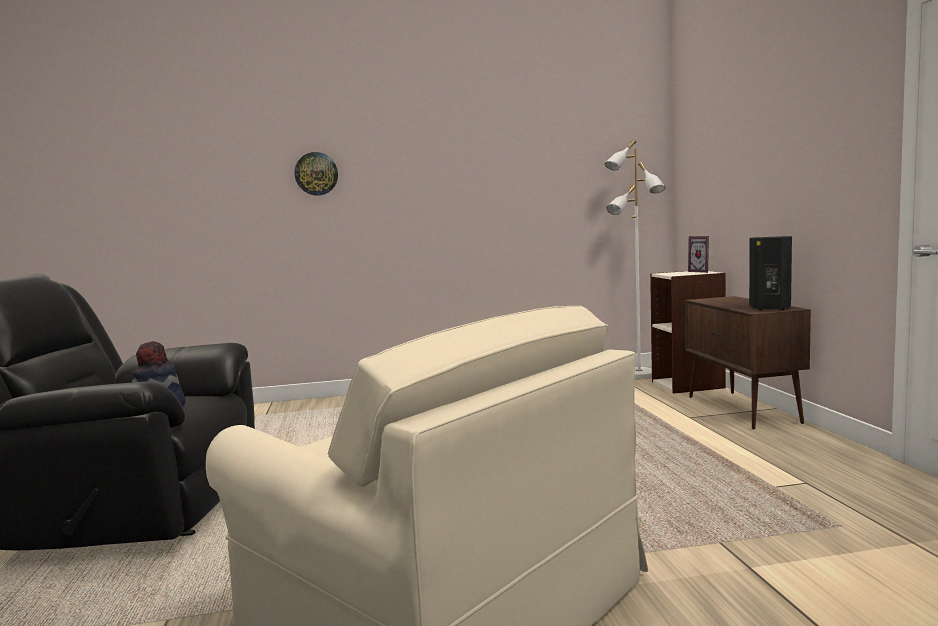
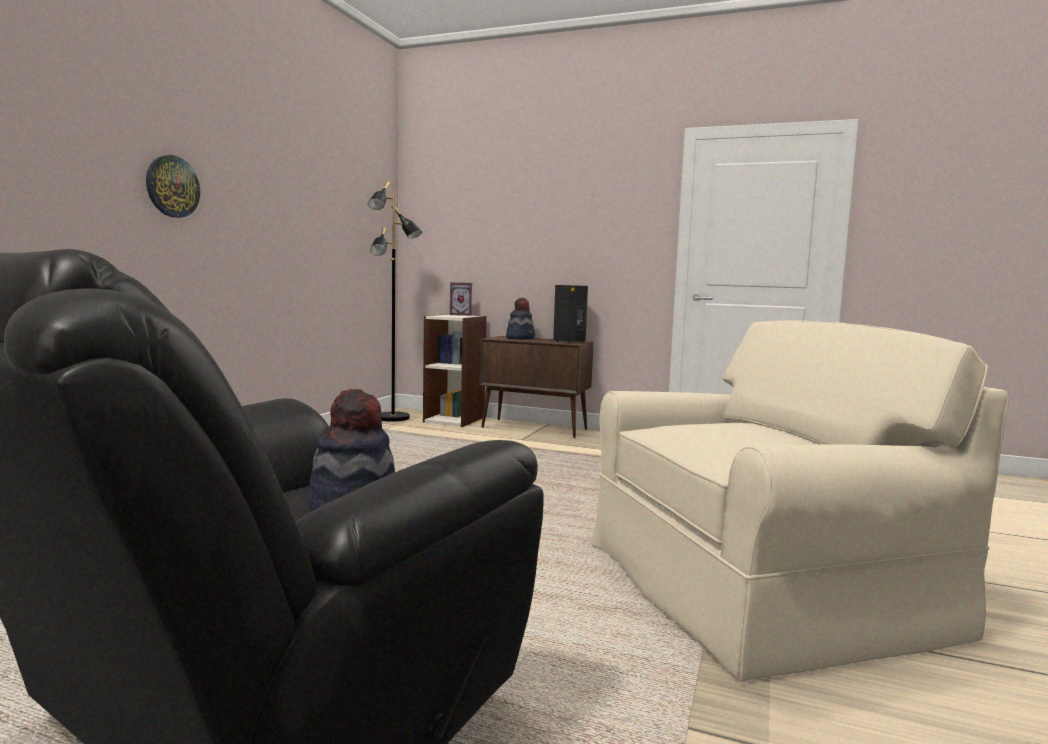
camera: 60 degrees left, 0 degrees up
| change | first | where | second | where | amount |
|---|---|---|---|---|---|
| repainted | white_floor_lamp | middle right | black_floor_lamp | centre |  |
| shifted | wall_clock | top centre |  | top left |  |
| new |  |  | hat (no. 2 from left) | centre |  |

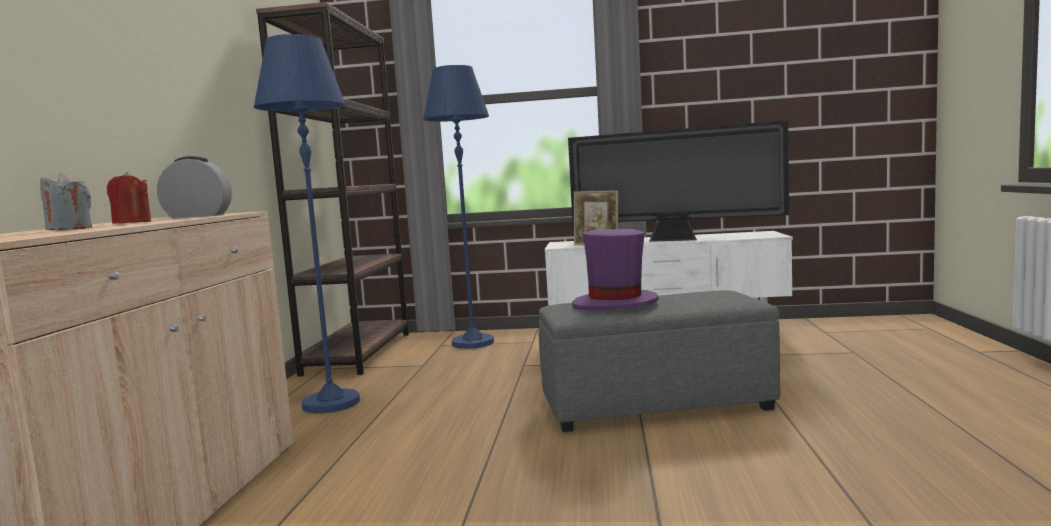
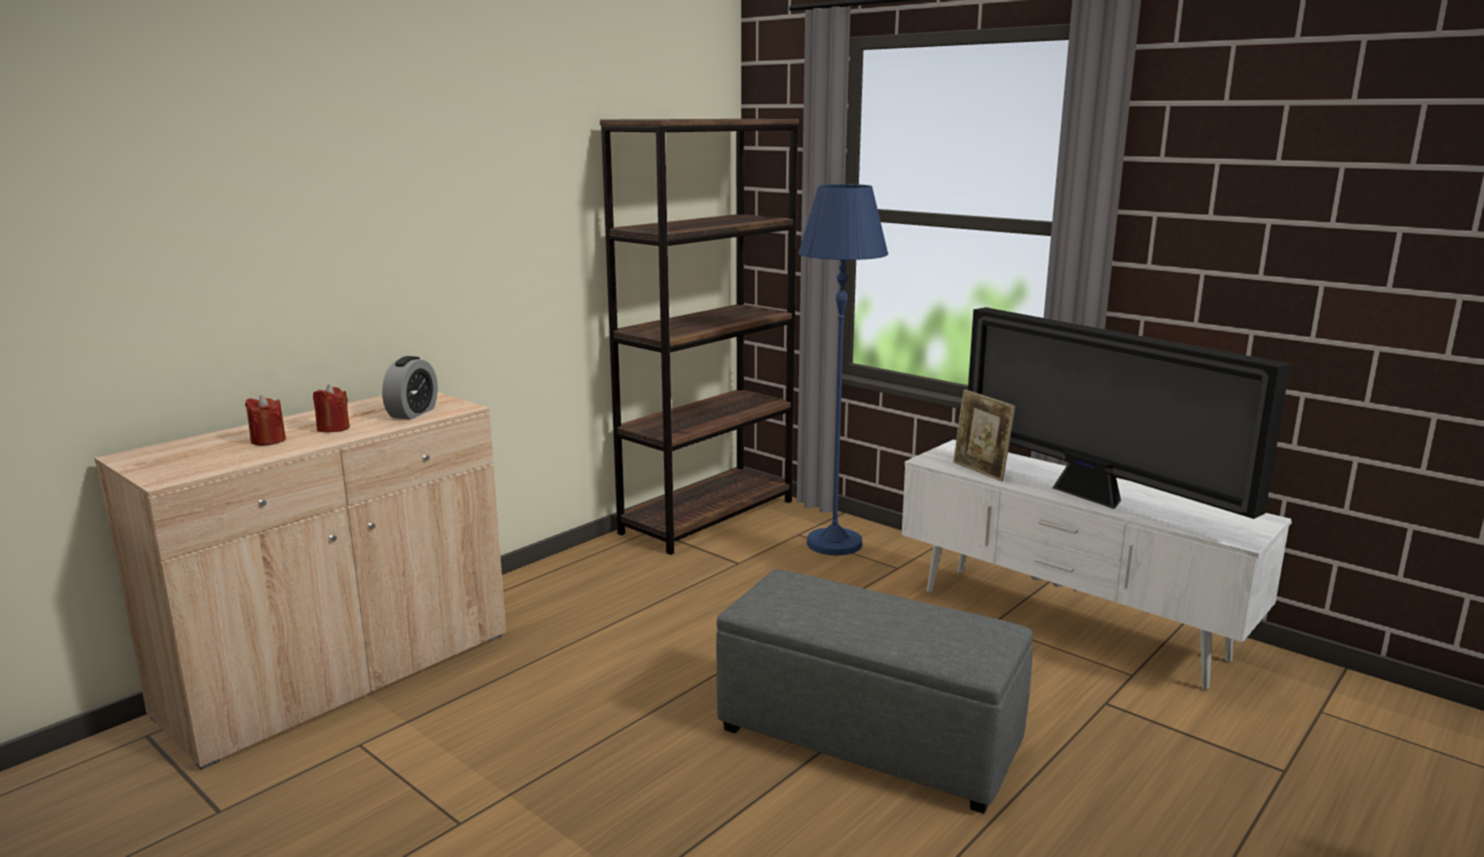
camera: 35 degrees right, 10 degrees up
| change | first | where | second | where | amount |
|---|---|---|---|---|---|
| gone | blue_floor_lamp (no. 1 from left) | middle left |  |  |  |
| rotated | alarm_clock | middle left |  | middle left | 75 degrees clockwise |
| repainted | grey_candle | middle left | red_candle (no. 1 from left) | middle left |  |
| gone | purple_hat | centre |  |  |  |

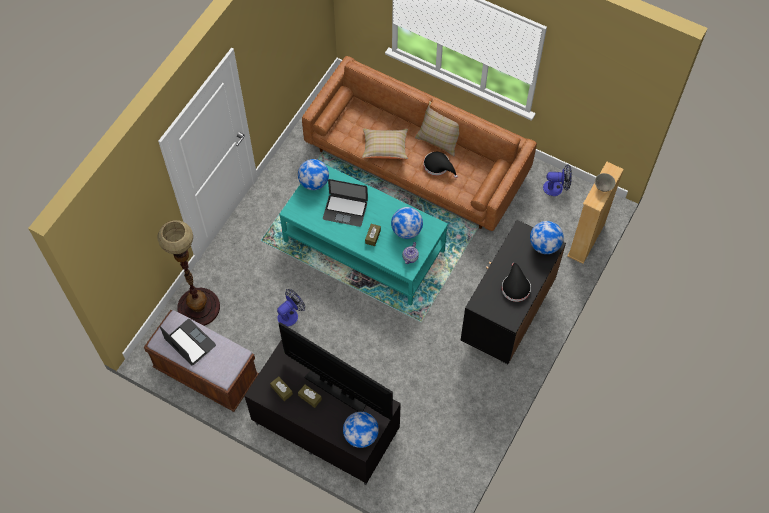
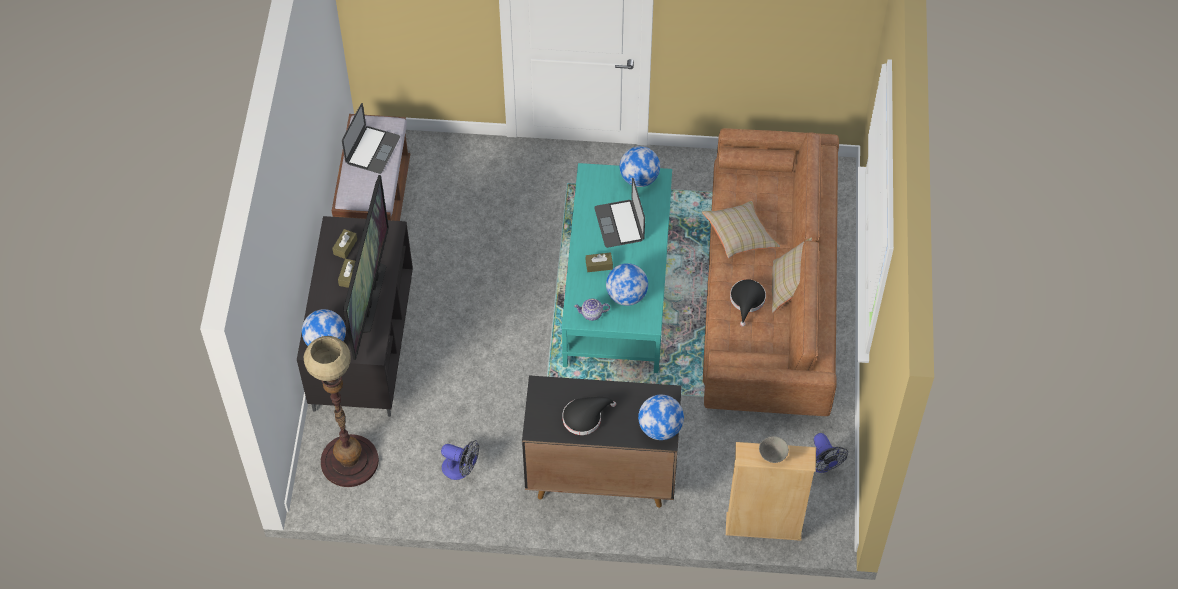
camera: 65 degrees right, 5 degrees down
| change | first | where | second | where | amount |
|---|---|---|---|---|---|
| shifted | floor_lamp | middle left |  | bottom left |  |
| shifted | fan (no. 1 from left) | centre |  | bottom centre |  |

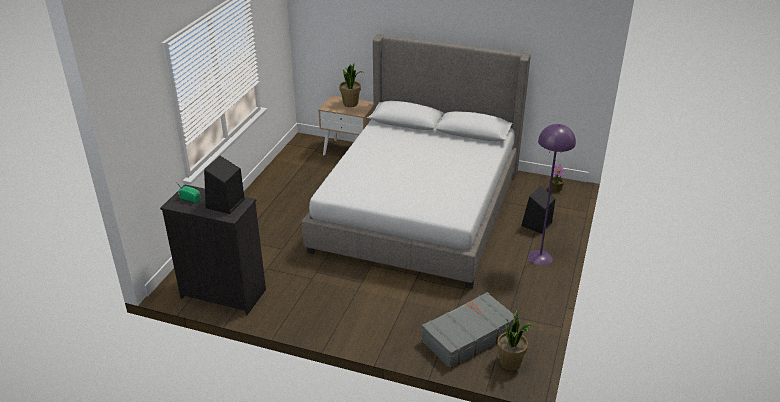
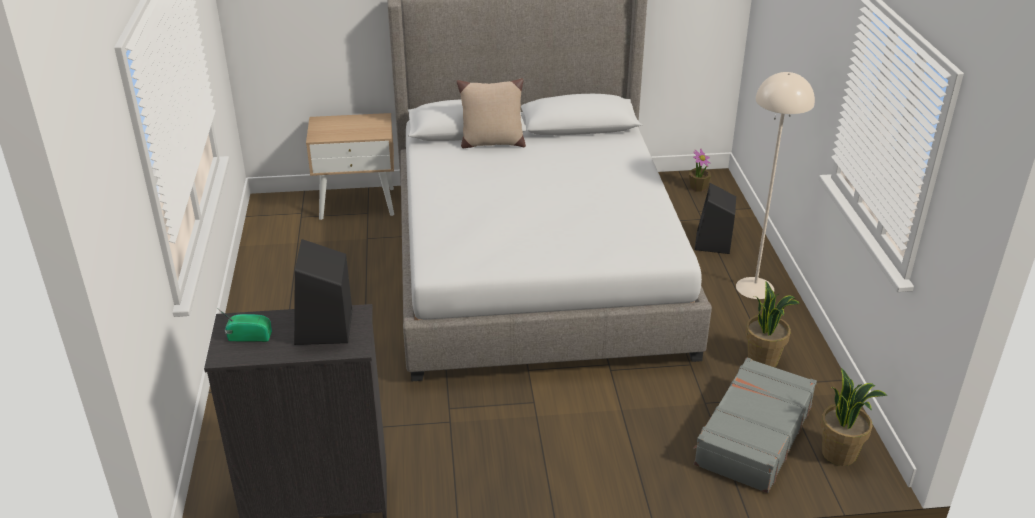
camera: 25 degrees left, 0 degrees up
| change | first | where | second | where | amount |
|---|---|---|---|---|---|
| shifted | potted_plant (no. 1 from left in the first image) | top centre | potted_plant (no. 2 from left) | middle right |  |
| repainted | purple_floor_lamp | middle right | beige_floor_lamp | middle right |  |
| new |  |  | beige_pillow | top centre |  |

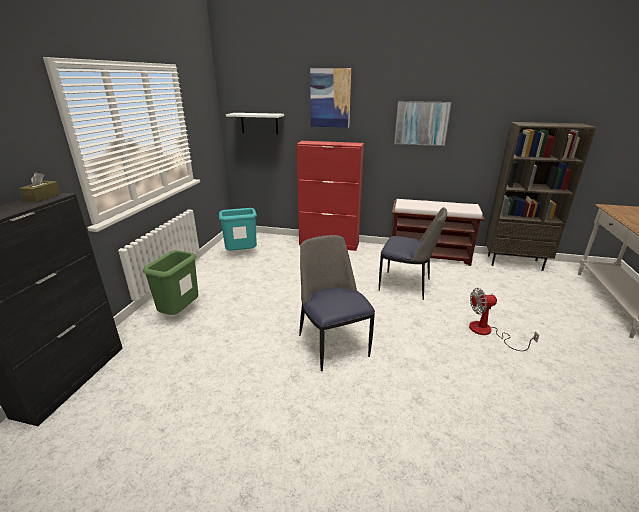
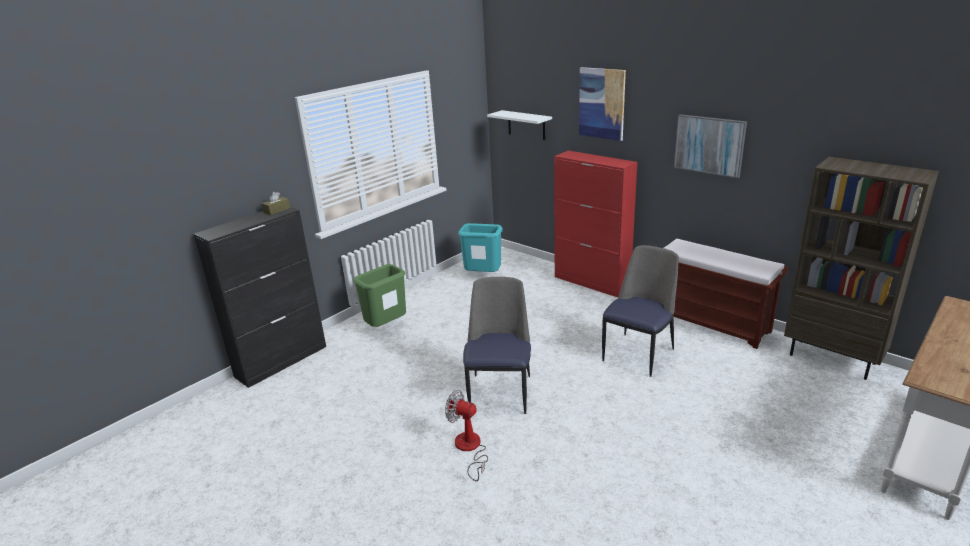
camera: 30 degrees right, 0 degrees up
| change | first | where | second | where | amount |
|---|---|---|---|---|---|
| rotated | chair (no. 2 from left) | centre |  | centre | 105 degrees counterclockwise |
| shifted | fan | middle right |  | bottom centre |  |

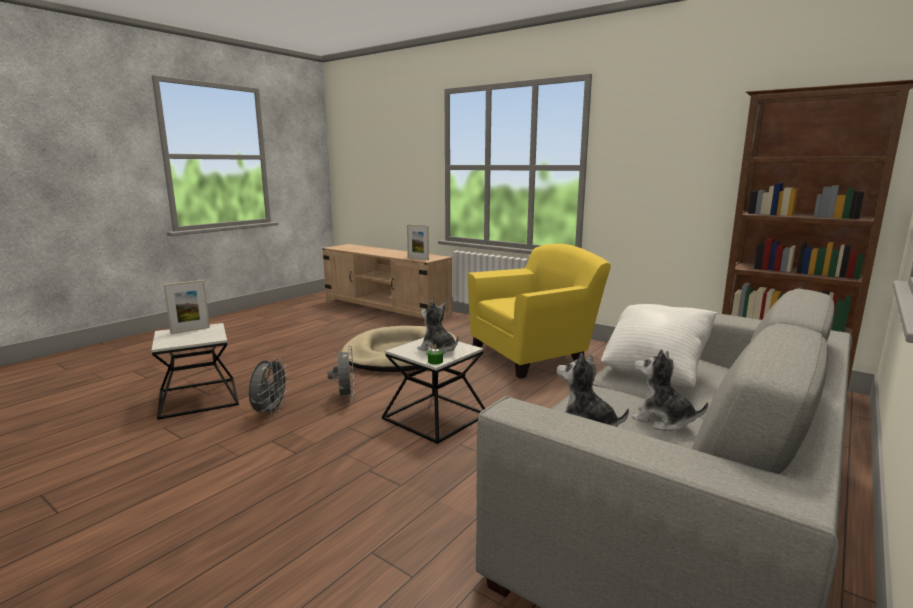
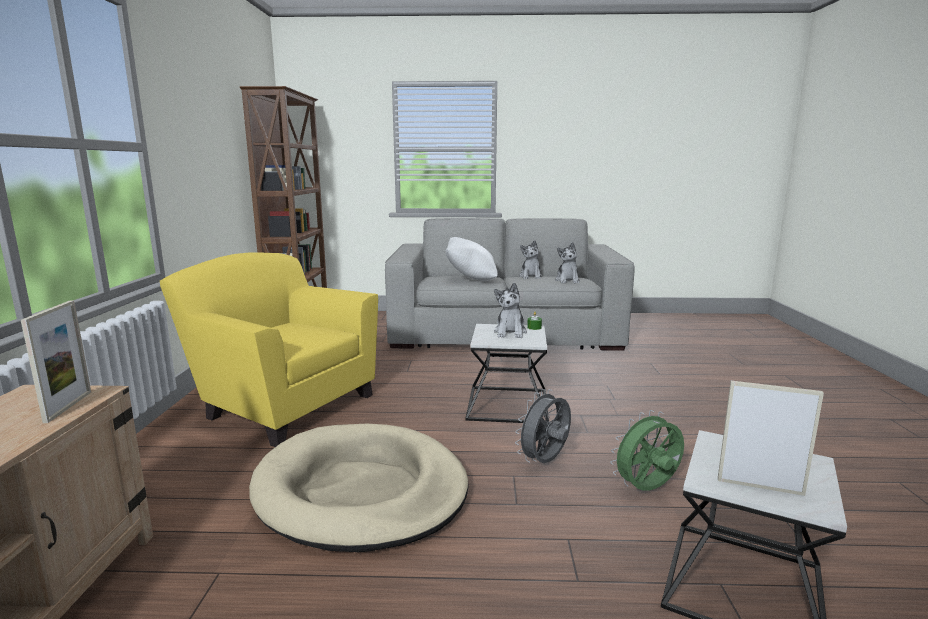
camera: 125 degrees left, 0 degrees up
| change | first | where | second | where | amount |
|---|---|---|---|---|---|
| repainted | grey_fan (no. 1 from left) | middle left | green_fan | bottom right |  |

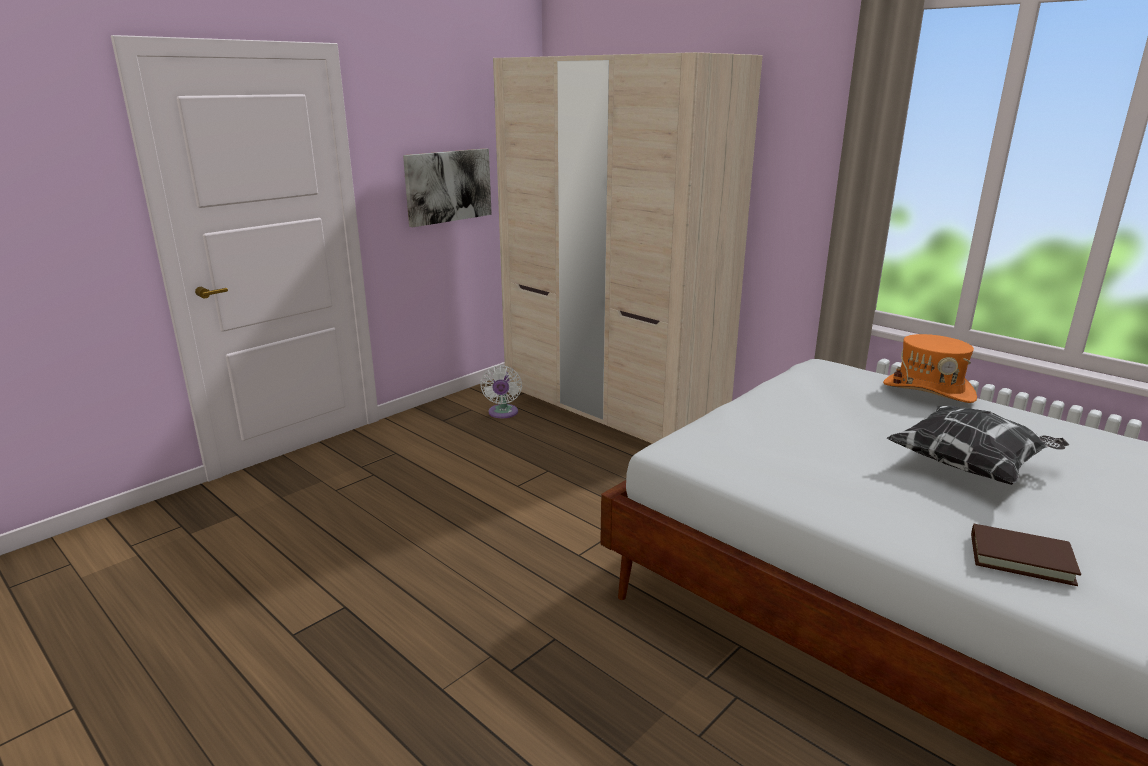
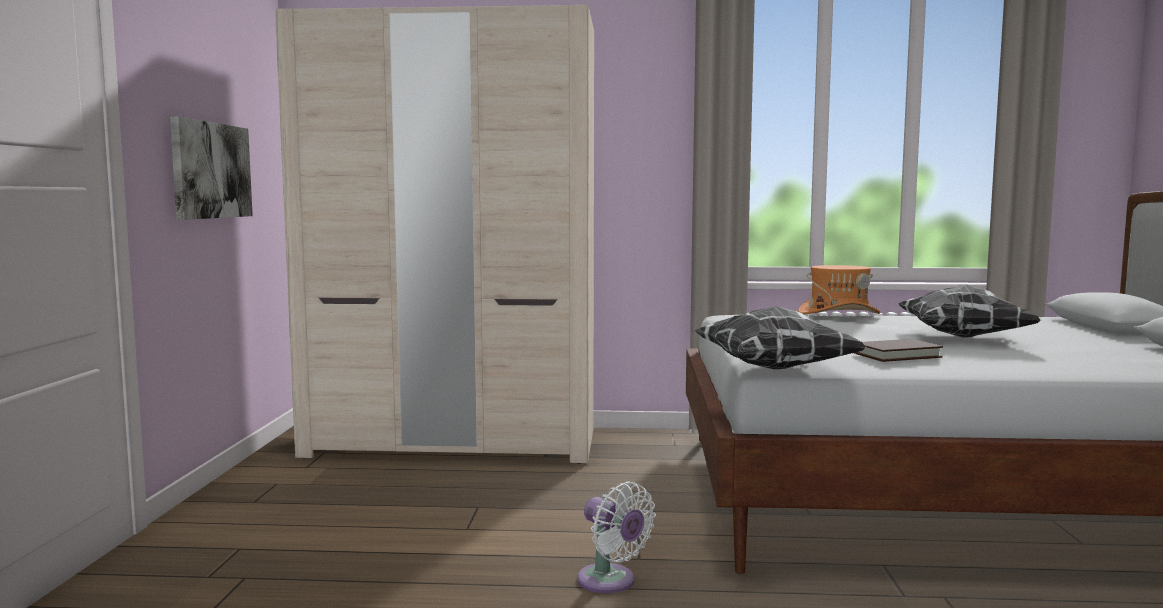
camera: 40 degrees left, 15 degrees down
| change | first | where | second | where | amount |
|---|---|---|---|---|---|
| shifted | white_fan | centre |  | bottom centre |  |
| shifted | brown_book | bottom right |  | middle right |  |
| new |  |  | pillow (no. 1 from left) | middle right |  |

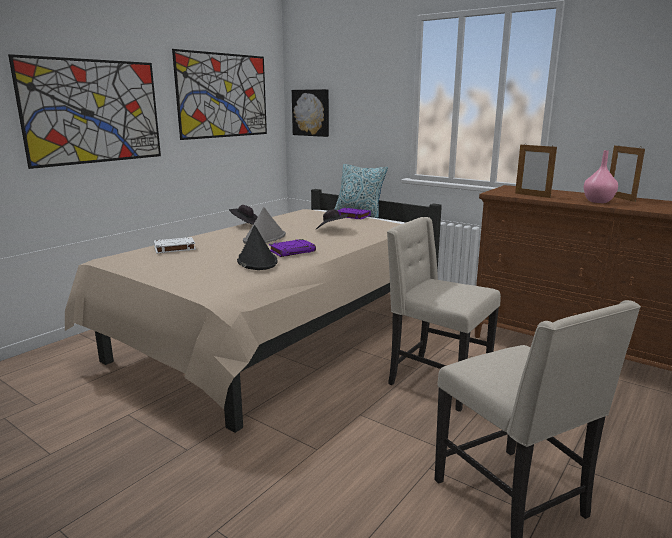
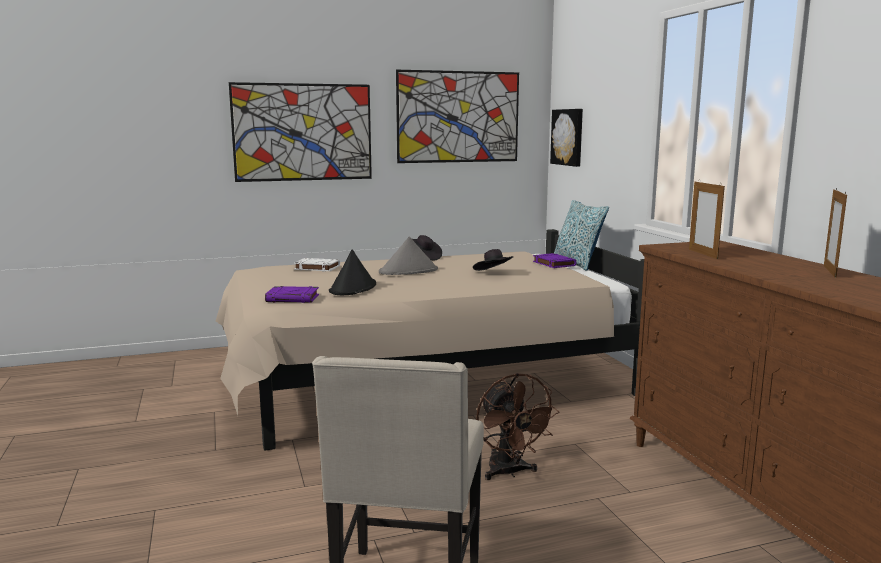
camera: 35 degrees right, 5 degrees down
| change | first | where | second | where | amount |
|---|---|---|---|---|---|
| gone | pink_vase | top right |  |  |  |
| swapped | beige_chair (no. 1 from left) | centre | brown_fan | bottom centre |  |
| shifted | purple_book (no. 1 from left) | centre |  | middle left |  |

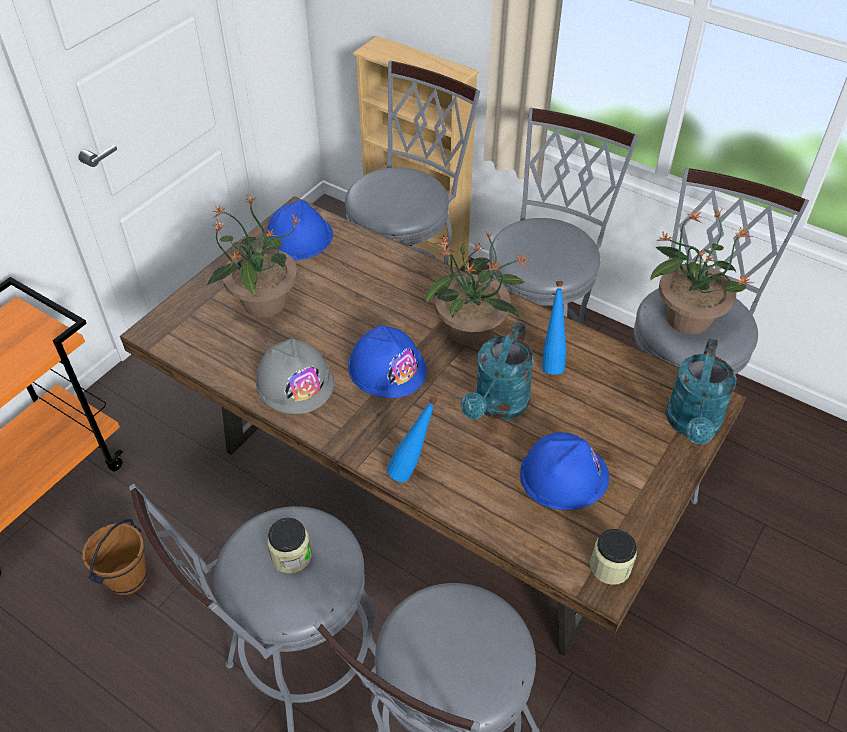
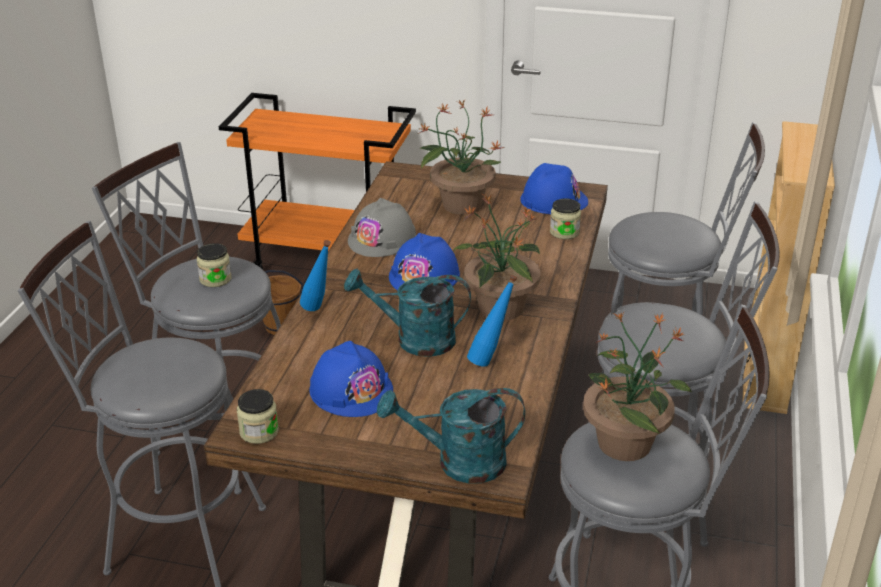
camera: 70 degrees right, 15 degrees down
| change | first | where | second | where | amount |
|---|---|---|---|---|---|
| new |  |  | jar (no. 3 from left) | centre |  |

